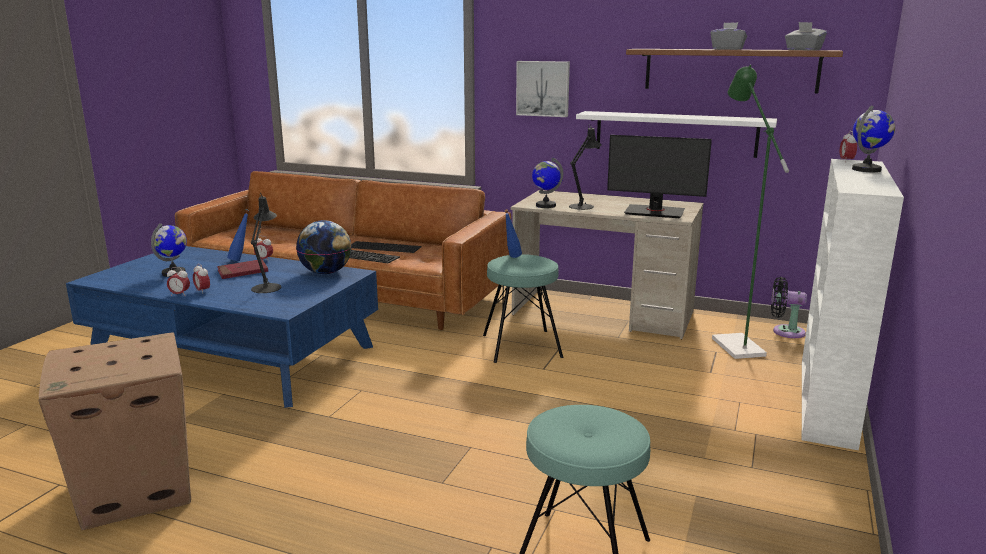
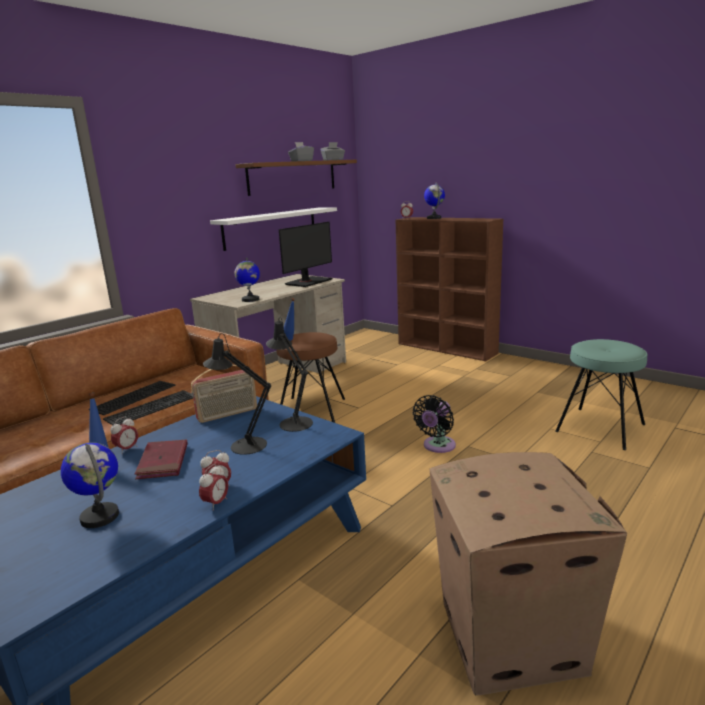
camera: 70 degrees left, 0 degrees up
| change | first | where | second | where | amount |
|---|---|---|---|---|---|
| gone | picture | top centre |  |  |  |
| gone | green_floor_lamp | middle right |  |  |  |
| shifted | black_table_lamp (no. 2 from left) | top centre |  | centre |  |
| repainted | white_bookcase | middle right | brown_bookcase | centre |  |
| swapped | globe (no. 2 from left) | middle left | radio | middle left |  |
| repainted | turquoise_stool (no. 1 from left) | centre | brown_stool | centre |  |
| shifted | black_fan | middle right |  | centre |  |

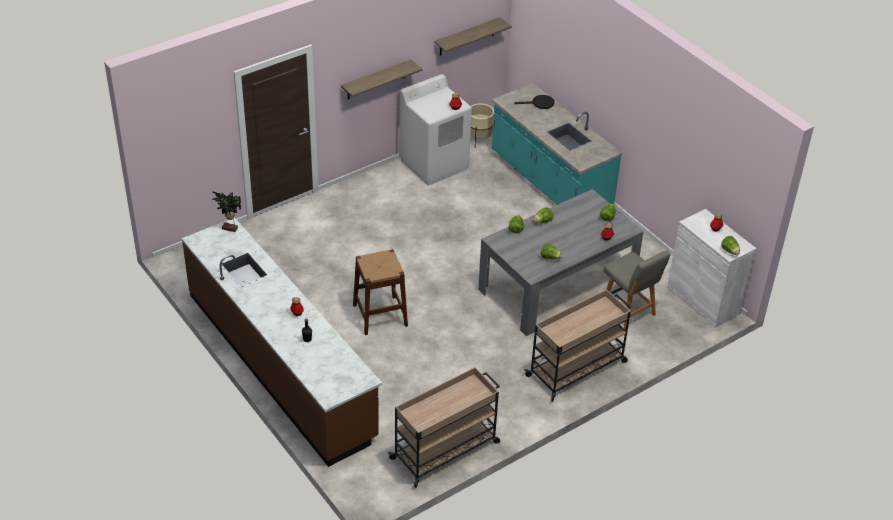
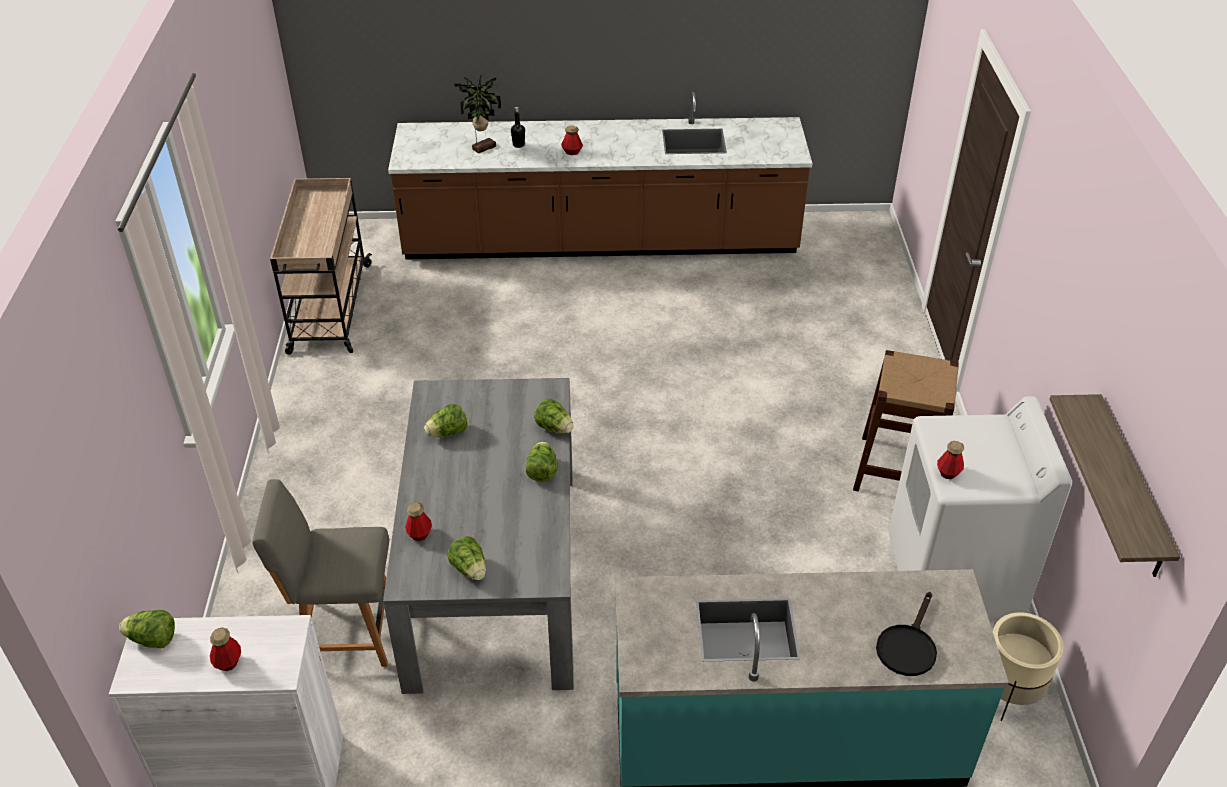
camera: 125 degrees right, 0 degrees up
| change | first | where | second | where | amount |
|---|---|---|---|---|---|
| gone | shelf (no. 1 from left) | top centre |  |  |  |
| shifted | potted_plant | middle left |  | top centre |  |
| shifted | brown_stool | centre |  | middle right |  |
| gone | beige_cart (no. 2 from left) | centre |  |  |  |

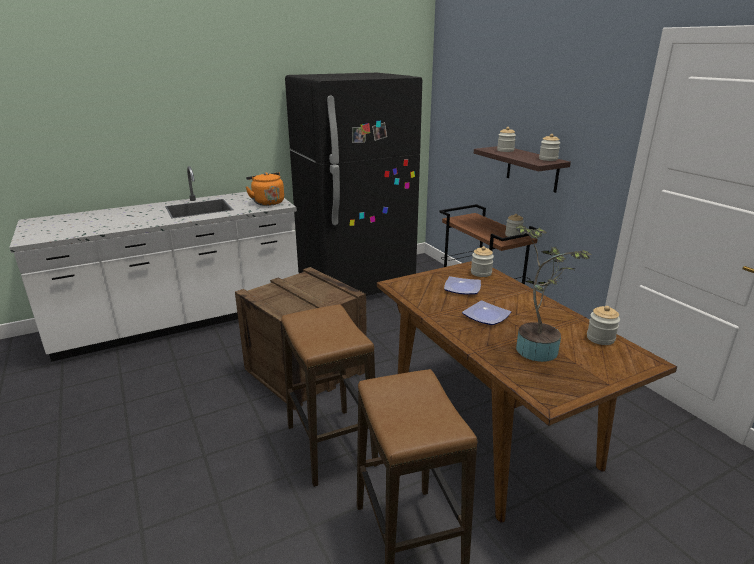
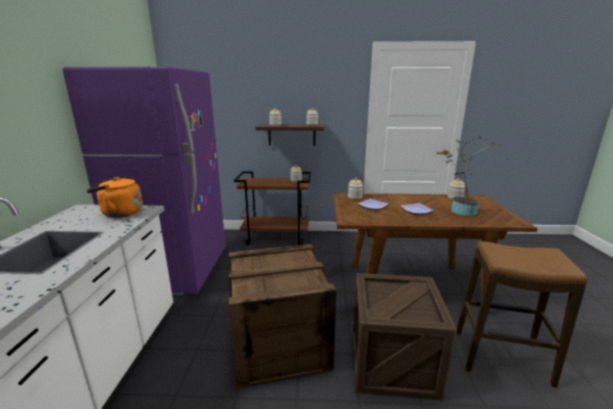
camera: 60 degrees left, 5 degrees down
| change | first | where | second | where | amount |
|---|---|---|---|---|---|
| repainted | black_fridge | top centre | purple_fridge | middle left |  |
| swapped | stool (no. 1 from left) | bottom centre | crate (no. 2 from left) | bottom centre |  |

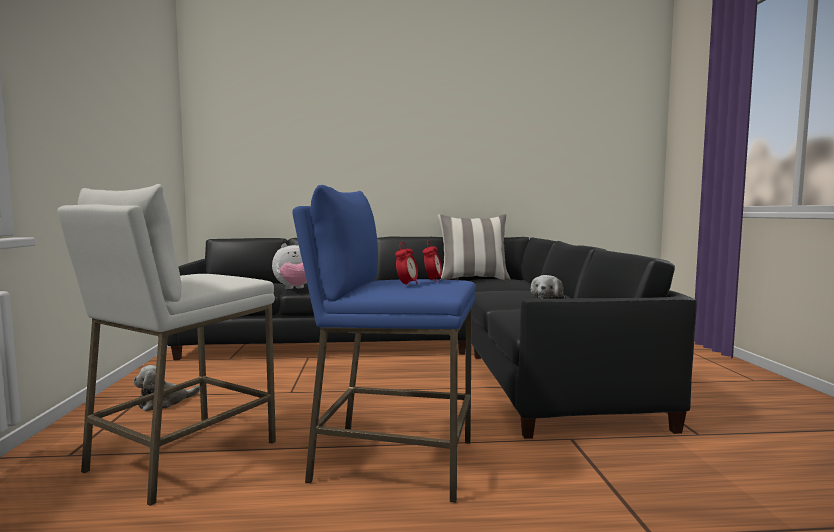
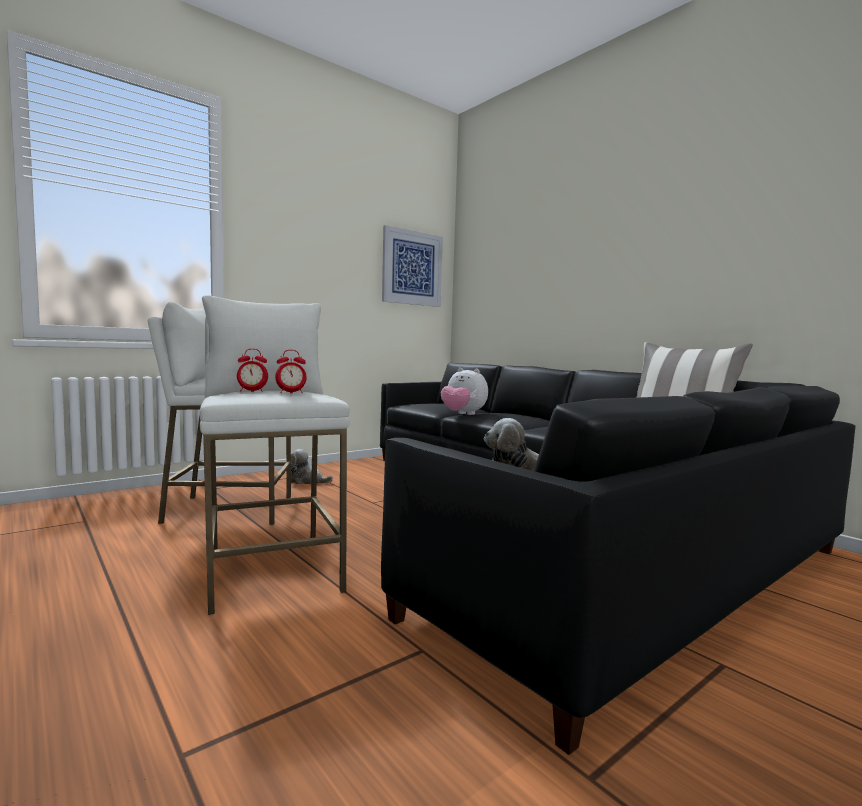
camera: 55 degrees right, 0 degrees up
| change | first | where | second | where | amount |
|---|---|---|---|---|---|
| repainted | blue_stool | centre | white_stool (no. 2 from left) | middle left |  |
| new |  |  | picture | top centre |  |

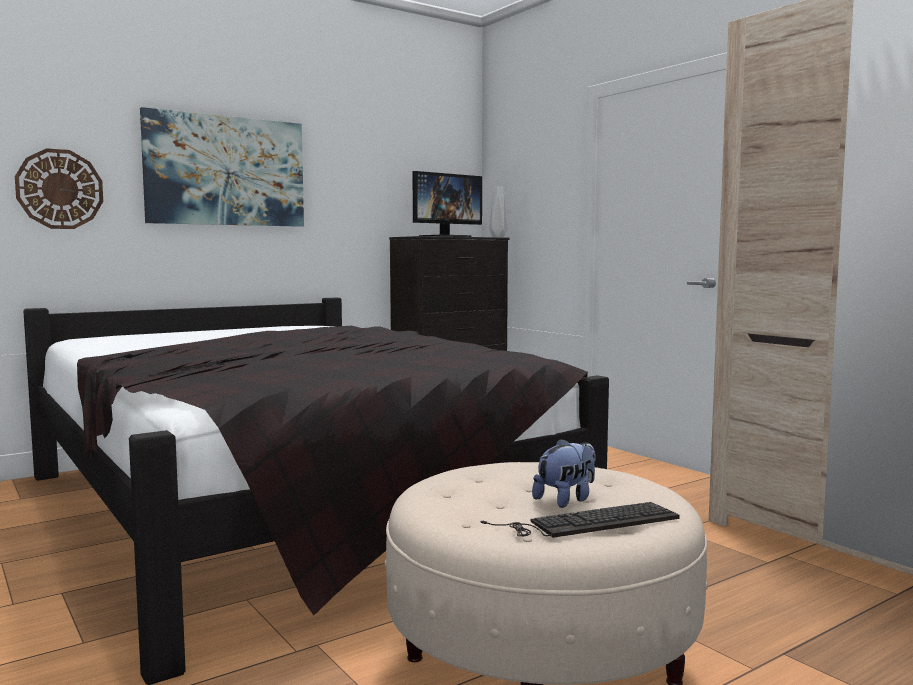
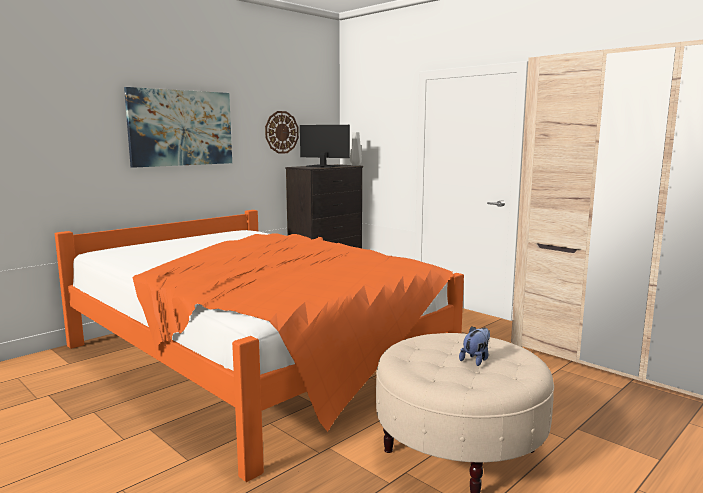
camera: 10 degrees left, 5 degrees up
| change | first | where | second | where | amount |
|---|---|---|---|---|---|
| shifted | wall_clock | top left |  | top centre |  |
| rotated | monitor | top centre |  | top centre | 105 degrees counterclockwise |
| repainted | black_bed | bottom centre | orange_bed | bottom centre |  |
| gone | keyboard | bottom centre |  |  |  |

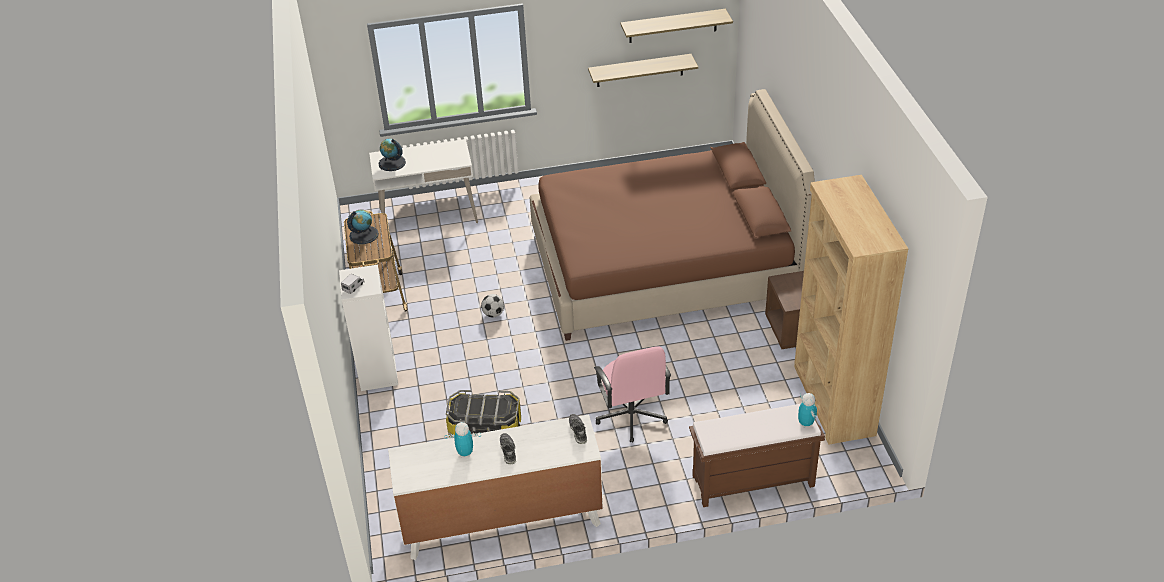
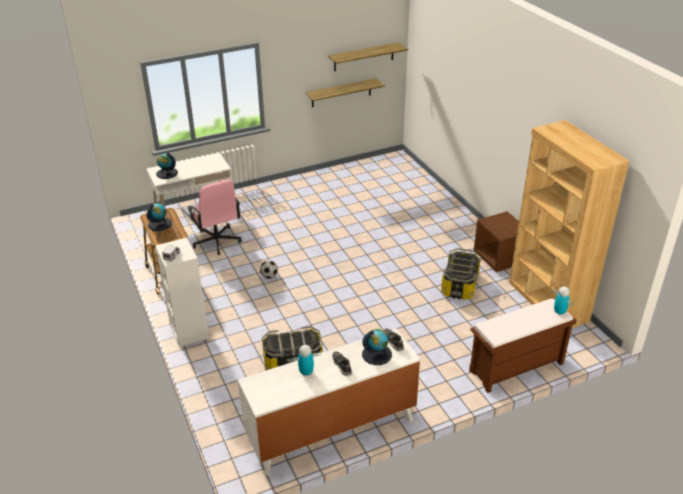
camera: 15 degrees left, 5 degrees down
| change | first | where | second | where | amount |
|---|---|---|---|---|---|
| gone | brown_bed | centre |  |  |  |
| shifted | pink_office_chair | bottom centre |  | middle left |  |
| new |  |  | storage_box (no. 2 from left) | middle right |  |
| new |  |  | globe (no. 3 from left) | bottom centre |  |

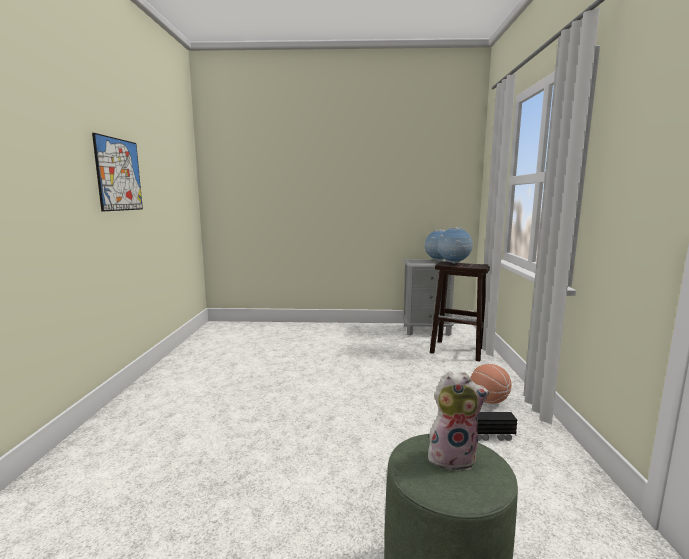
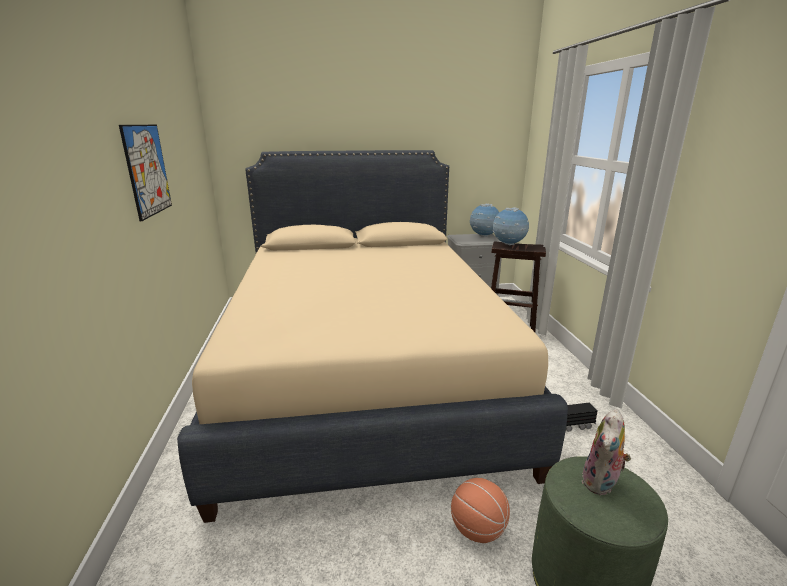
camera: 10 degrees left, 10 degrees up
| change | first | where | second | where | amount |
|---|---|---|---|---|---|
| shifted | basketball | bottom right |  | bottom centre |  |
| rotated | plush_toy | bottom centre |  | bottom right | 135 degrees clockwise |
| new |  |  | beige_bed | centre |  |

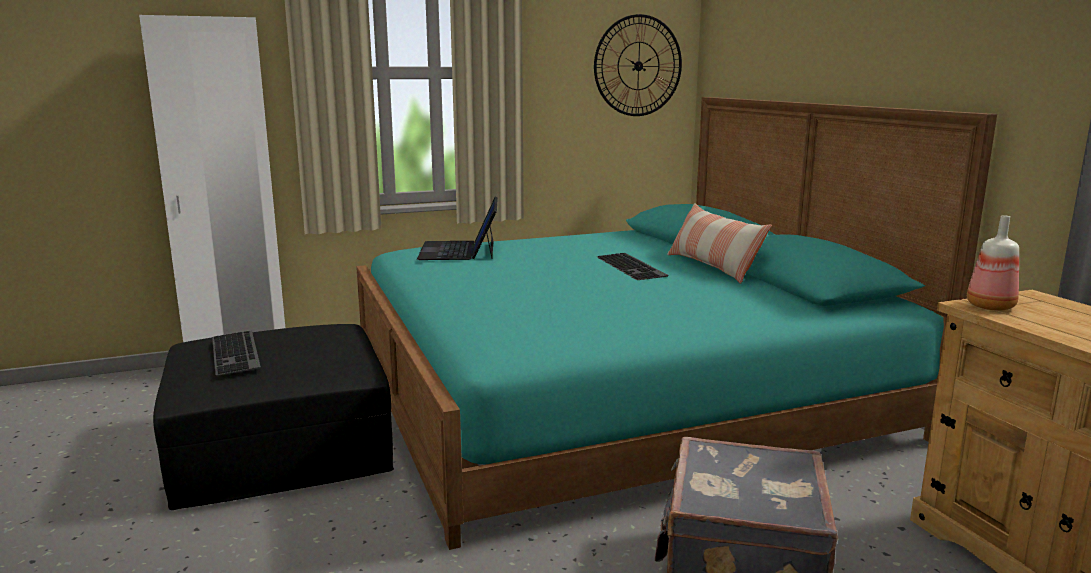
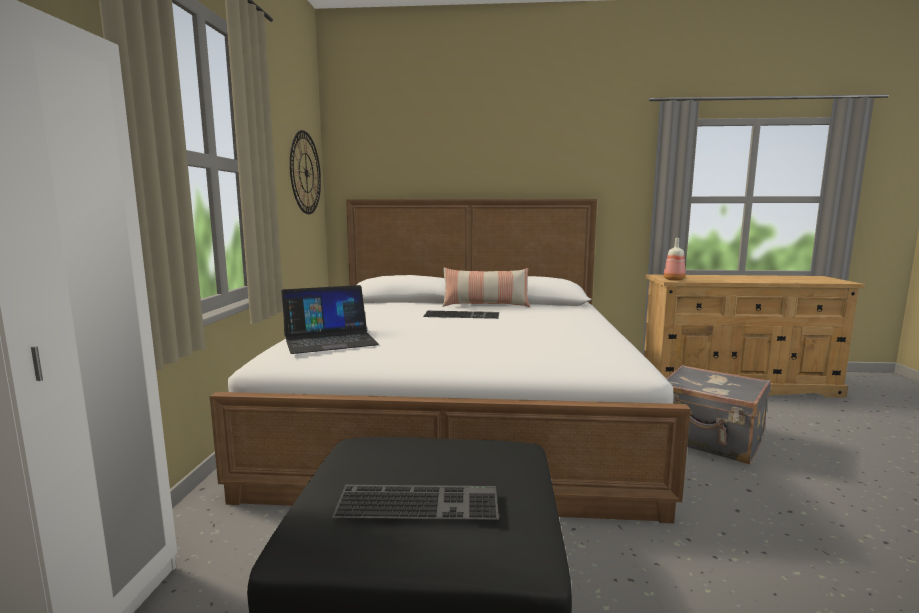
camera: 65 degrees left, 5 degrees down
| change | first | where | second | where | amount |
|---|---|---|---|---|---|
| repainted | turquoise_bed | centre | white_bed | centre |  |
| rotated | laptop | centre |  | centre | 45 degrees counterclockwise |

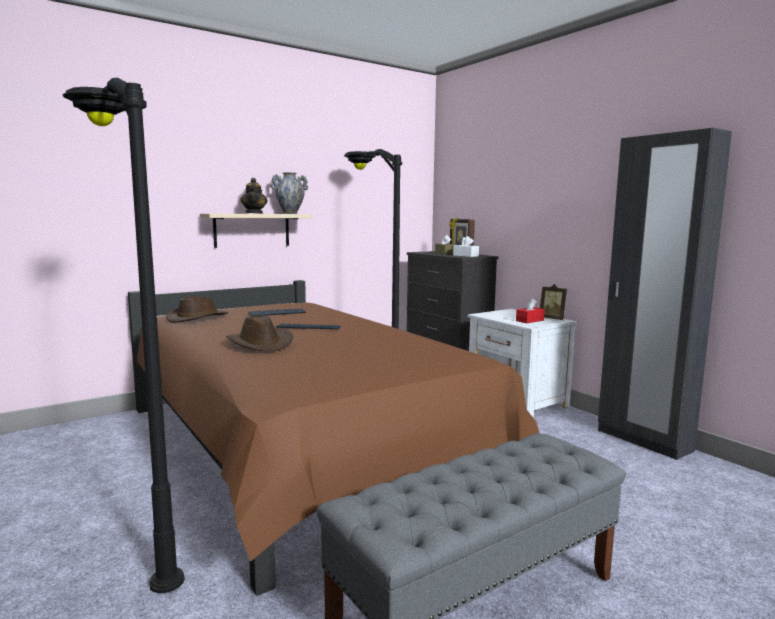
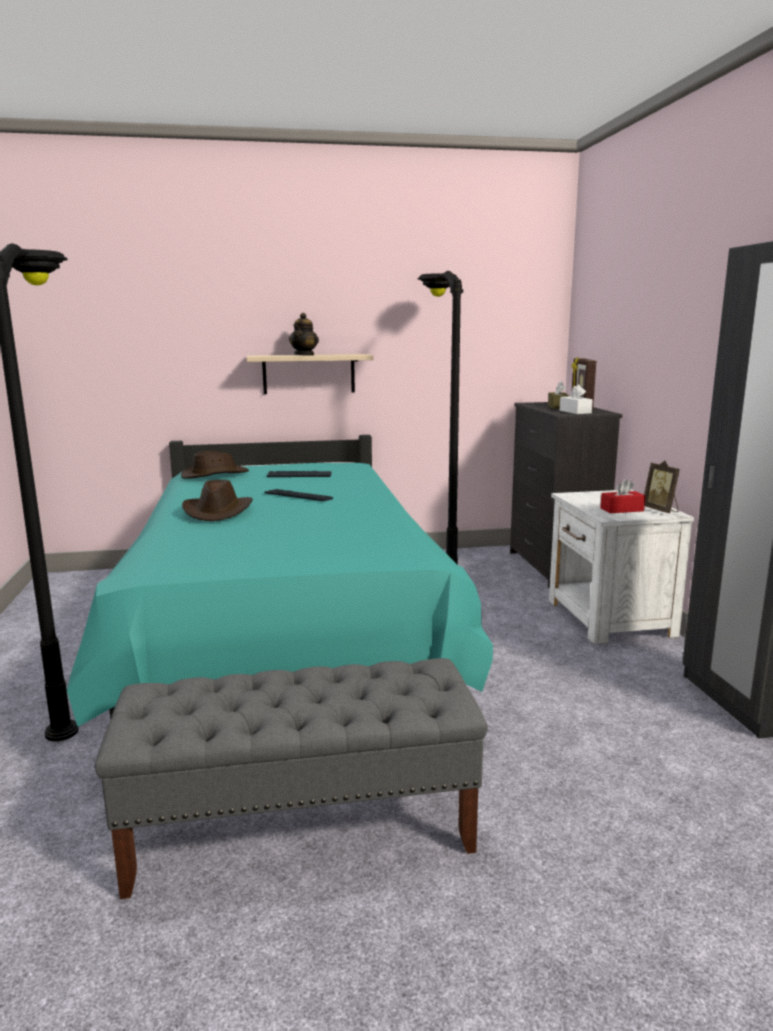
camera: 25 degrees right, 5 degrees up
| change | first | where | second | where | amount |
|---|---|---|---|---|---|
| gone | vase | top centre |  |  |  |
| repainted | brown_bed | bottom centre | turquoise_bed | centre |  |

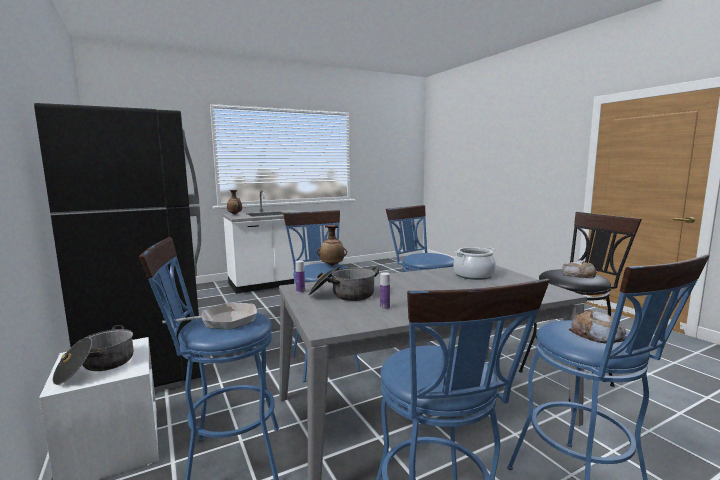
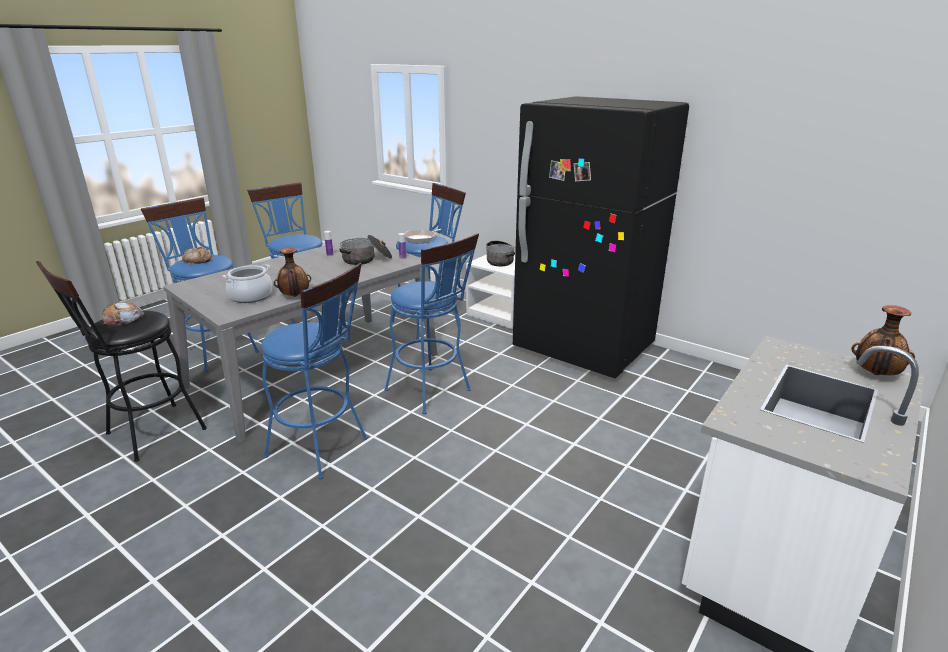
camera: 155 degrees right, 15 degrees up
| change | first | where | second | where | amount |
|---|---|---|---|---|---|
| shifted | vase (no. 2 from left in the first image) | centre | vase (no. 1 from left) | middle left |  |

